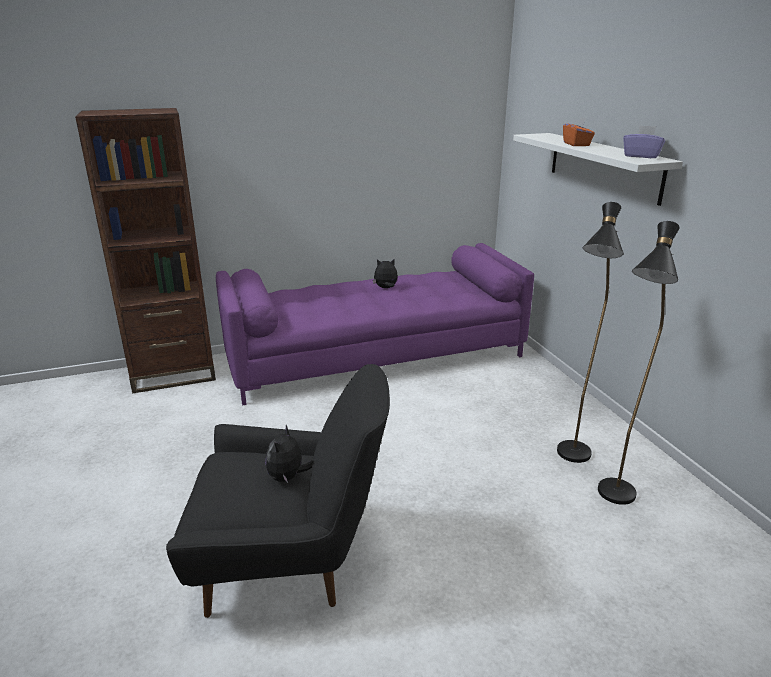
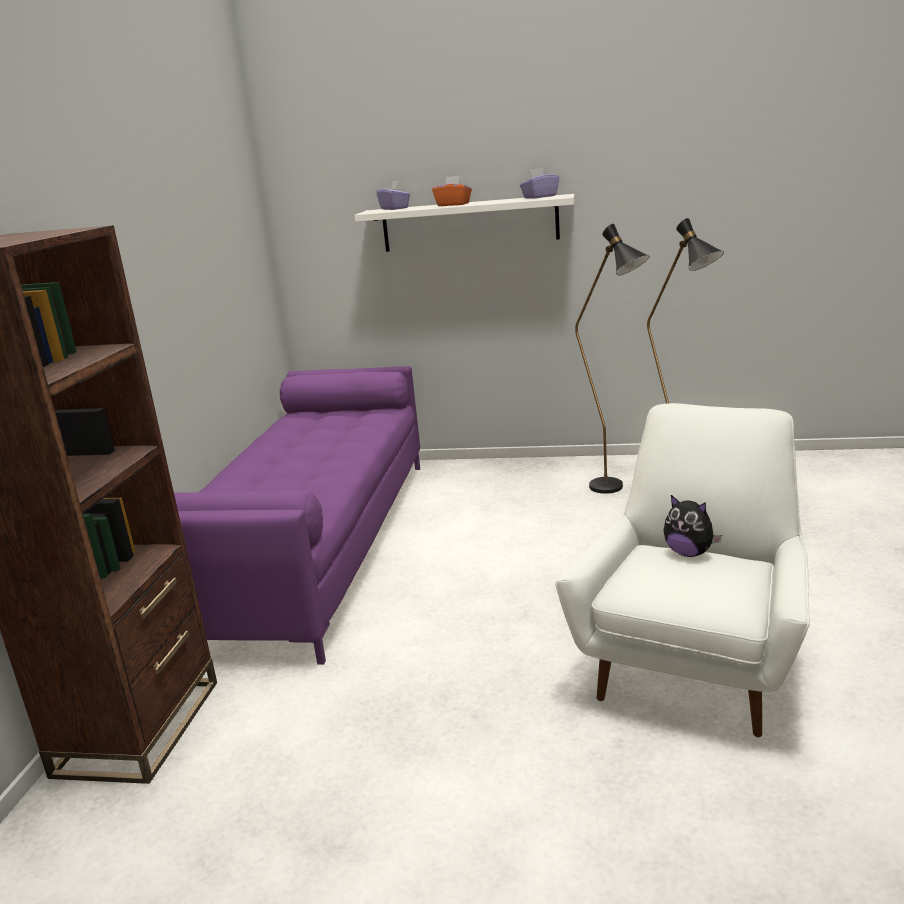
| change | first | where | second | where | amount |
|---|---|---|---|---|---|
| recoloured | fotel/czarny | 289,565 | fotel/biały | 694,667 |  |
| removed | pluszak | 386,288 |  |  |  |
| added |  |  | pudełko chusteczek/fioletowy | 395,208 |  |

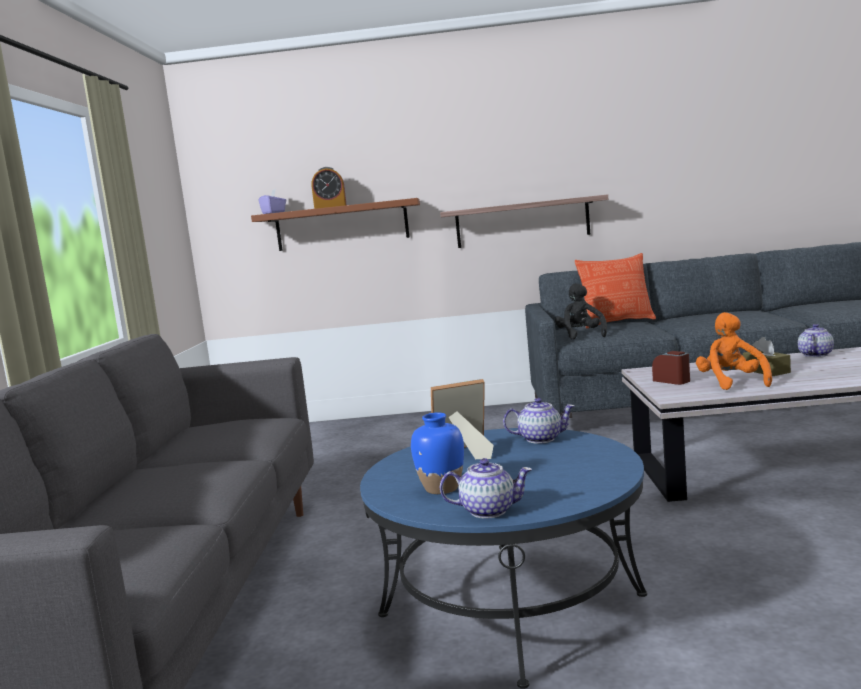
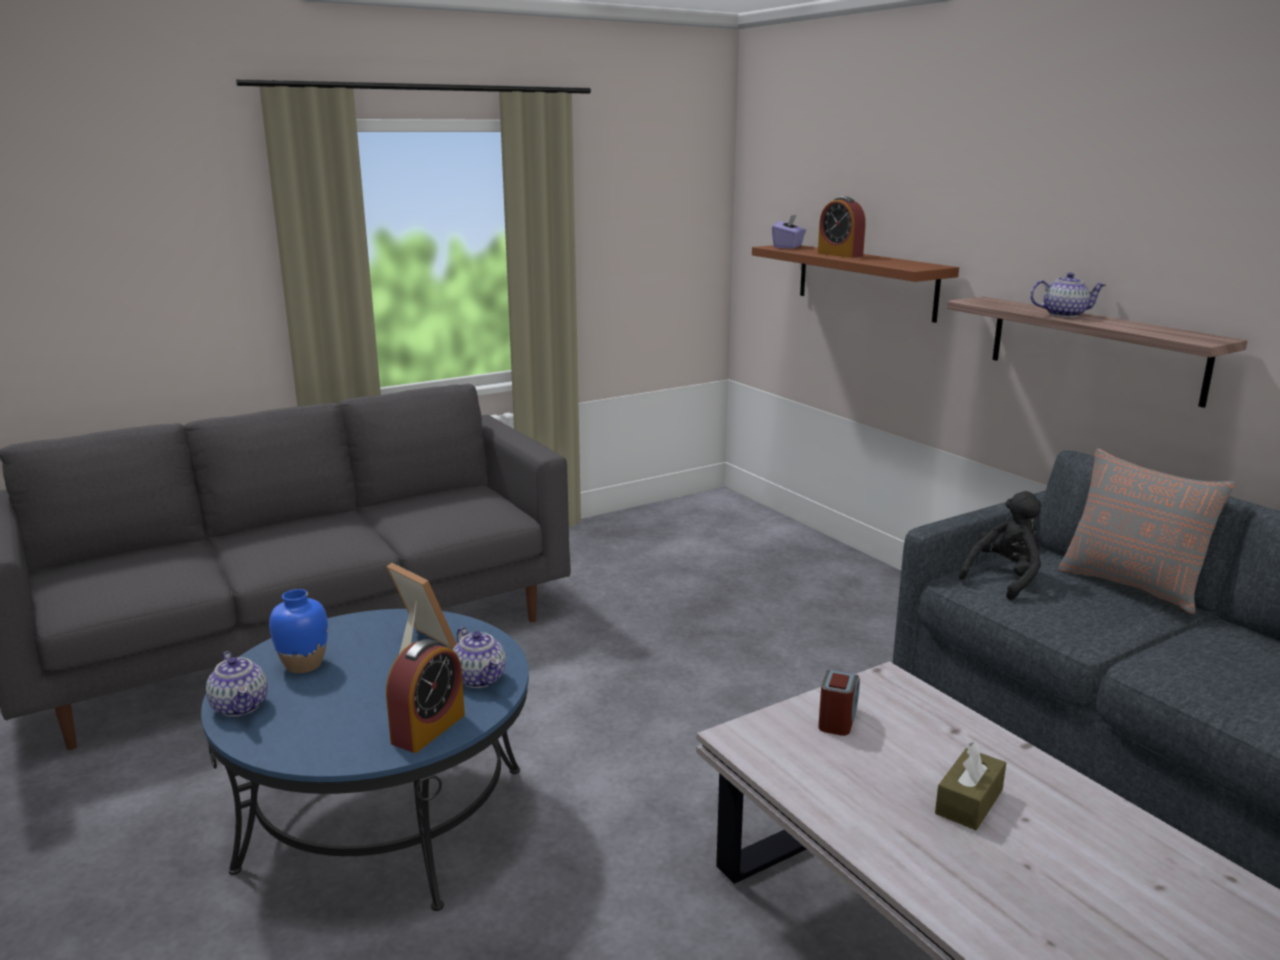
| change | first | where | second | where | amount |
|---|---|---|---|---|---|
| recoloured | poduszka/pomarańczowy | 617,323 | poduszka/szary | 1131,586 |  |
| removed | pluszak/pomarańczowy | 731,383 |  |  |  |
| moved | imbryk | 815,355 |  | 1064,314 |  |
| added |  |  | budzik | 428,728 |  |

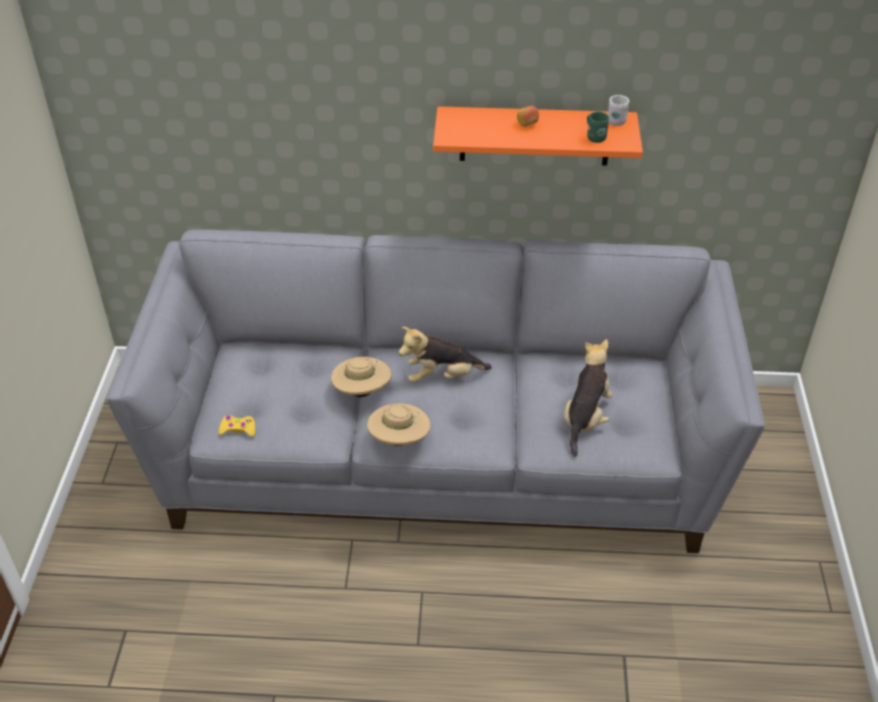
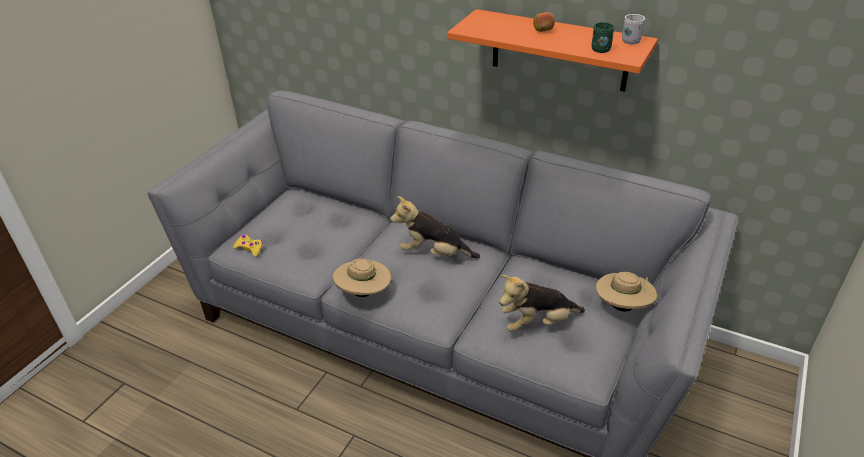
| change | first | where | second | where | amount |
|---|---|---|---|---|---|
| moved | kapelusz/beżowy | 362,391 |  | 622,306 |  |
| turned | pluszak | 585,418 |  | 537,323 | 150 degrees counterclockwise |

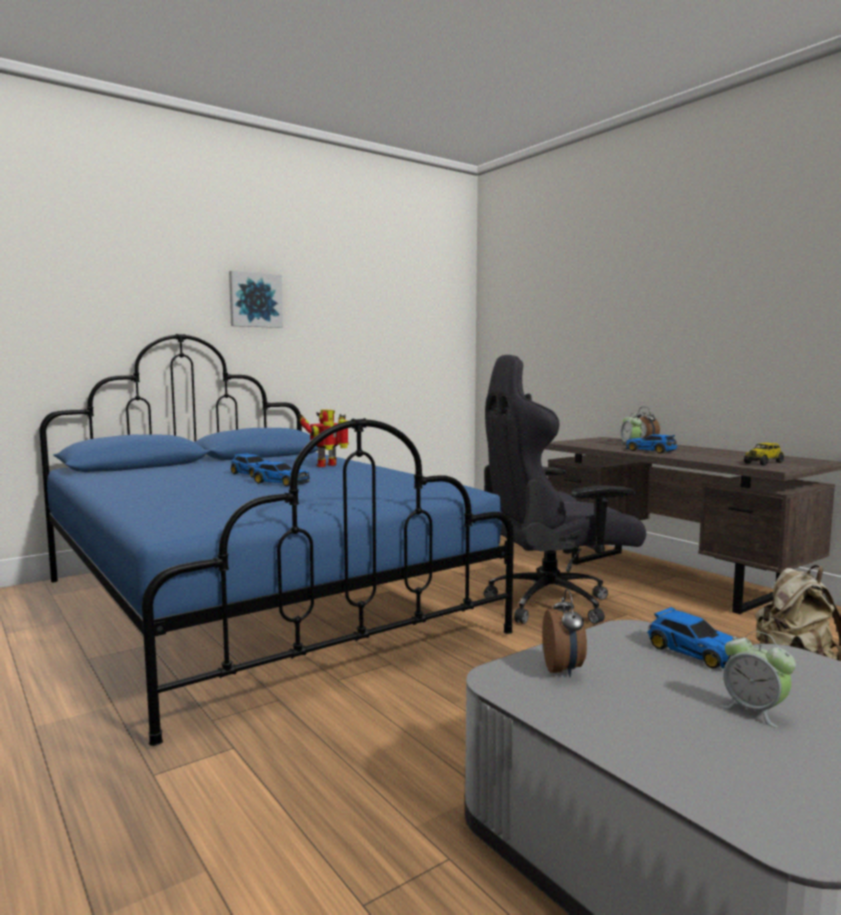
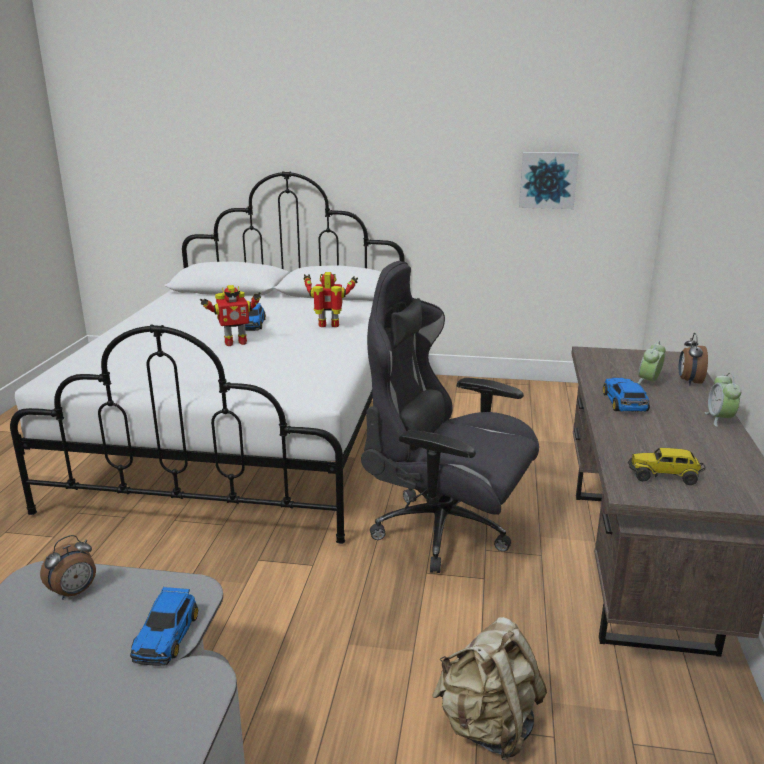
| change | first | where | second | where | amount |
|---|---|---|---|---|---|
| recoloured | łóżko/niebieski | 257,605 | łóżko/biały | 252,432 |  |
| moved | obraz | 255,300 |  | 548,180 |  |
| replaced | samochodzik | 280,483 | robot zabawkowy | 235,342 |  |
| moved | budzik | 754,711 |  | 719,419 |  |

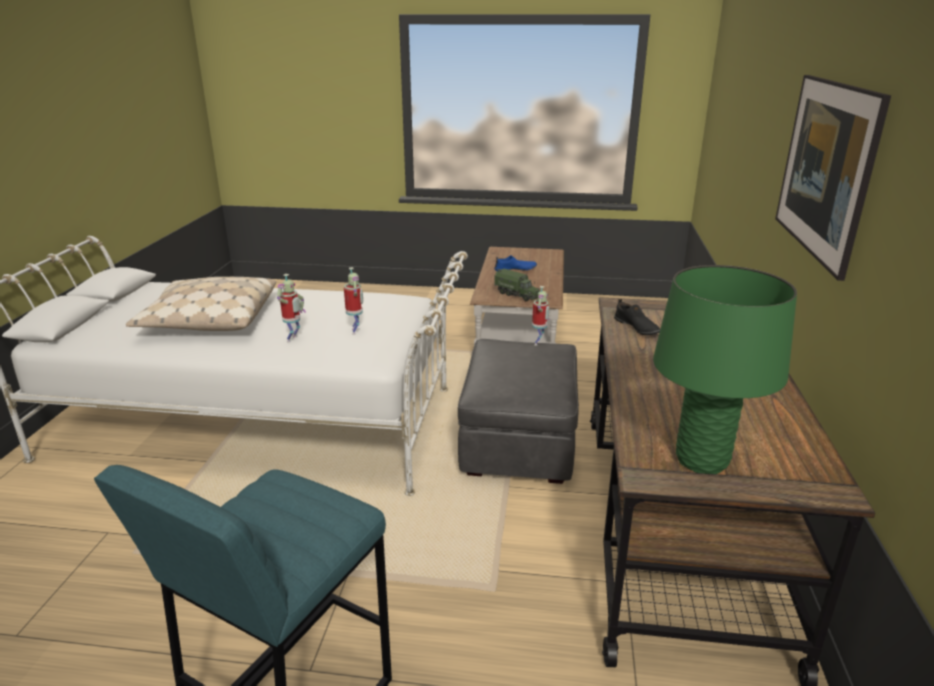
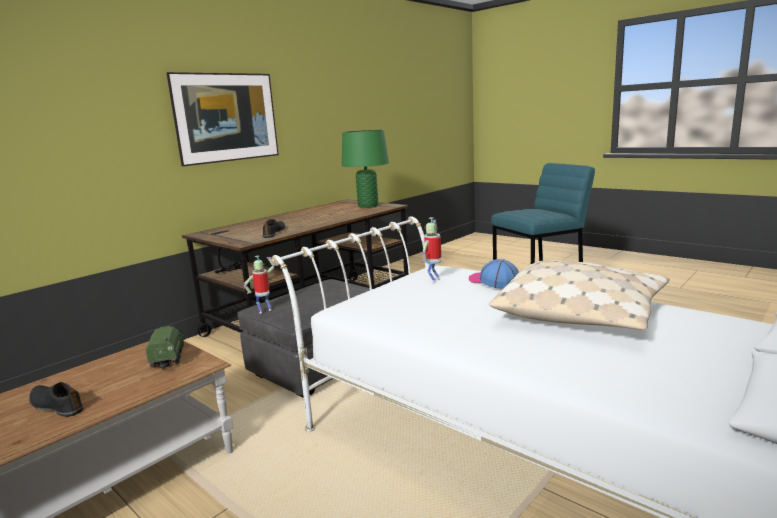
| change | first | where | second | where | amount |
|---|---|---|---|---|---|
| replaced | robot zabawkowy | 294,339 | czapka z daszkiem | 493,281 |  |
| recoloured | but/niebieski | 515,269 | but/czarny | 57,405 |  |

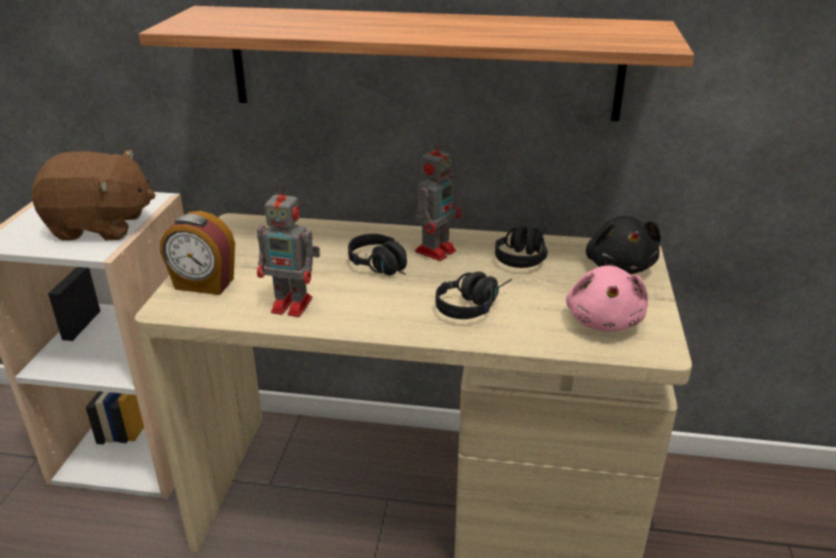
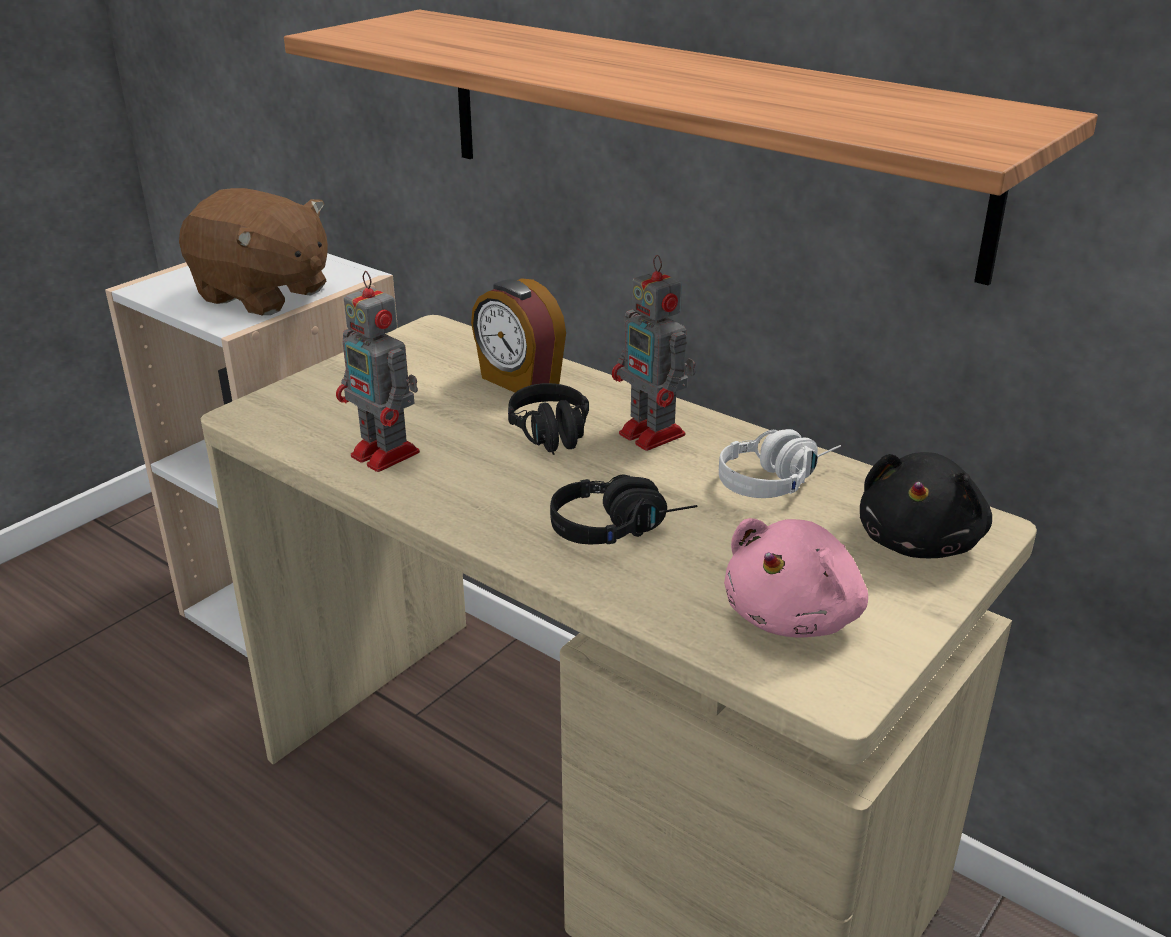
| change | first | where | second | where | amount |
|---|---|---|---|---|---|
| moved | budzik | 203,284 |  | 519,381 |  |
| turned | robot zabawkowy | 436,250 |  | 654,435 | 75 degrees clockwise |
| recoloured | słuchawki/czarny | 523,255 | słuchawki/biały | 777,479 |  |

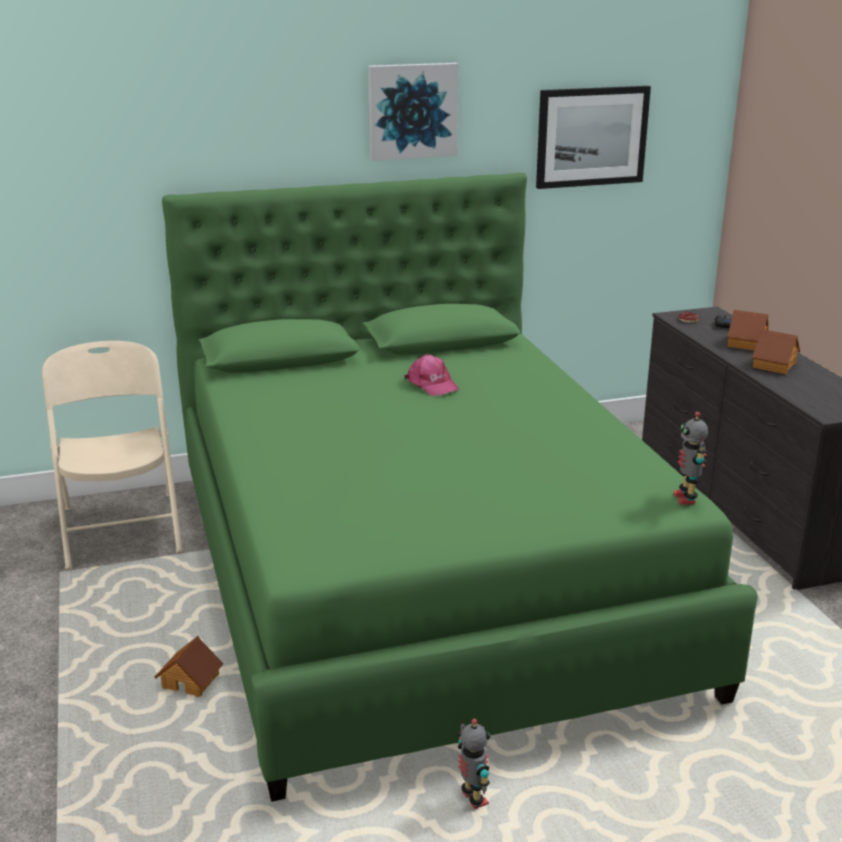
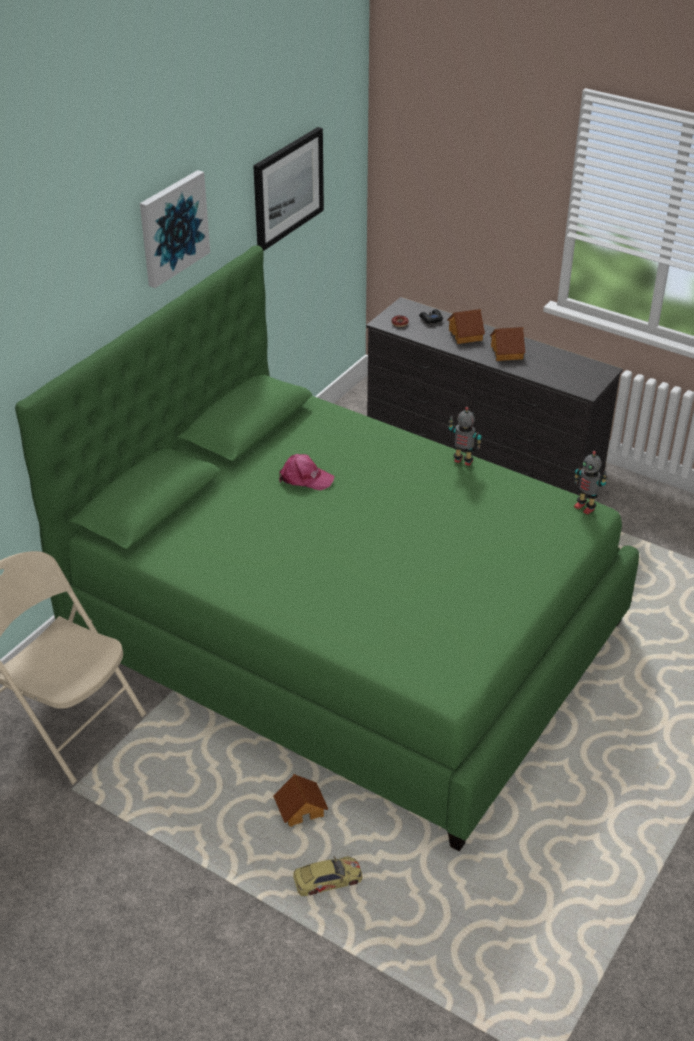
| change | first | where | second | where | amount |
|---|---|---|---|---|---|
| moved | robot zabawkowy | 473,800 |  | 463,461 |  |
| added |  |  | samochodzik | 328,879 |  |

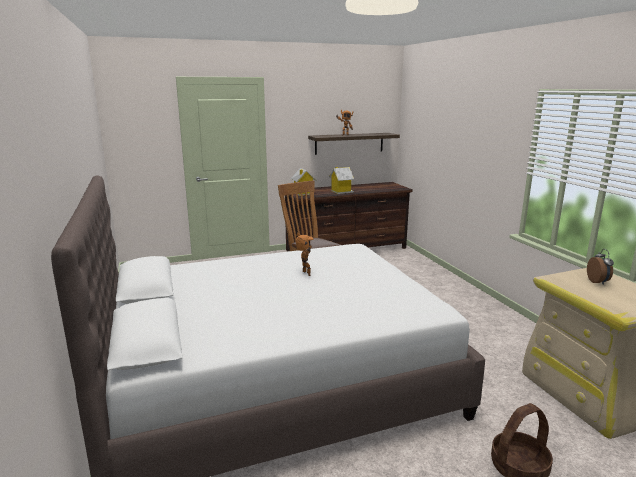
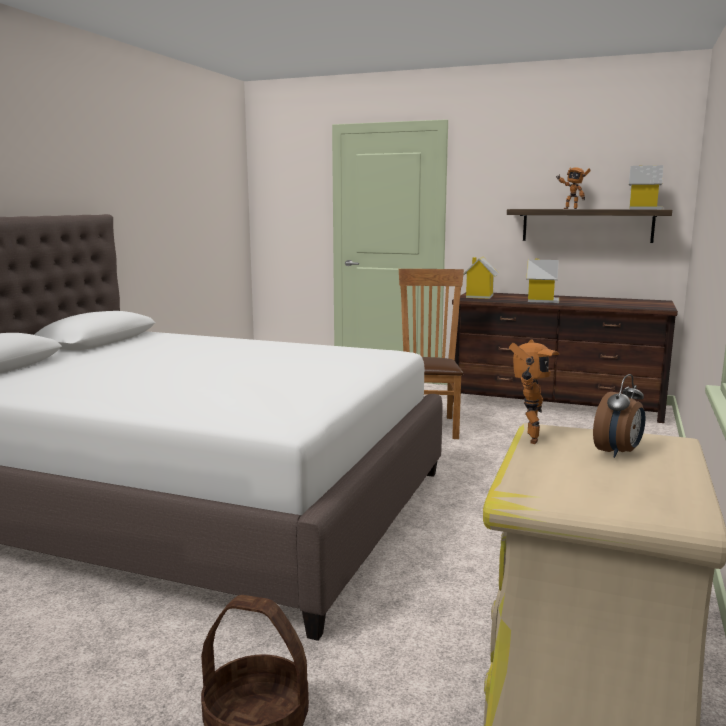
| change | first | where | second | where | amount |
|---|---|---|---|---|---|
| moved | robot zabawkowy | 305,274 |  | 527,438 |  |
| added |  |  | domek | 643,209 |  |

